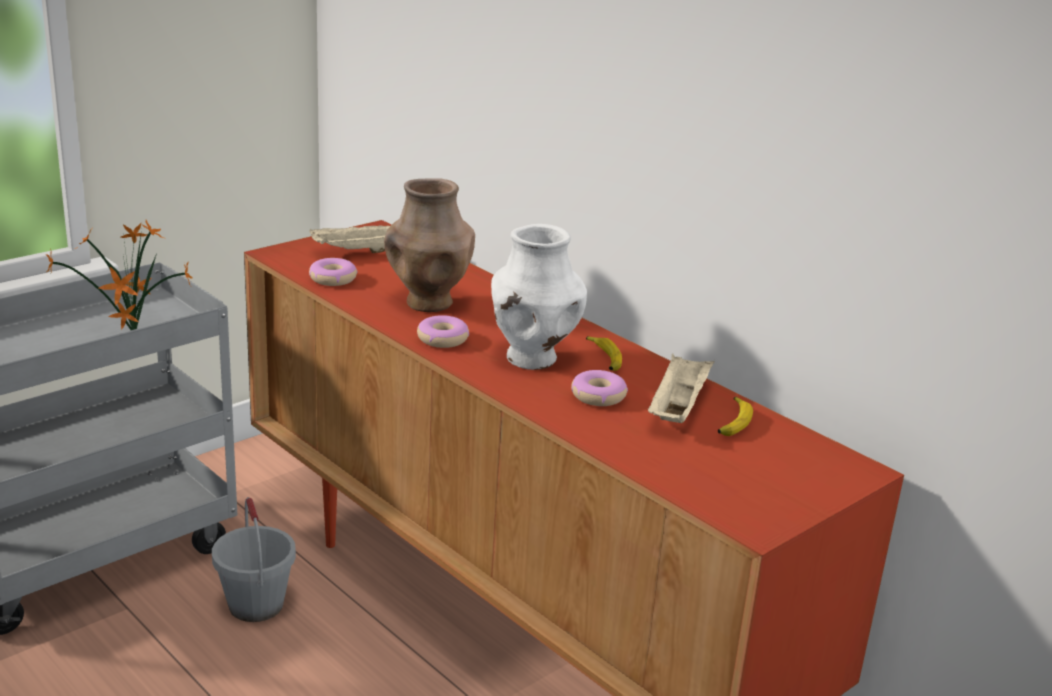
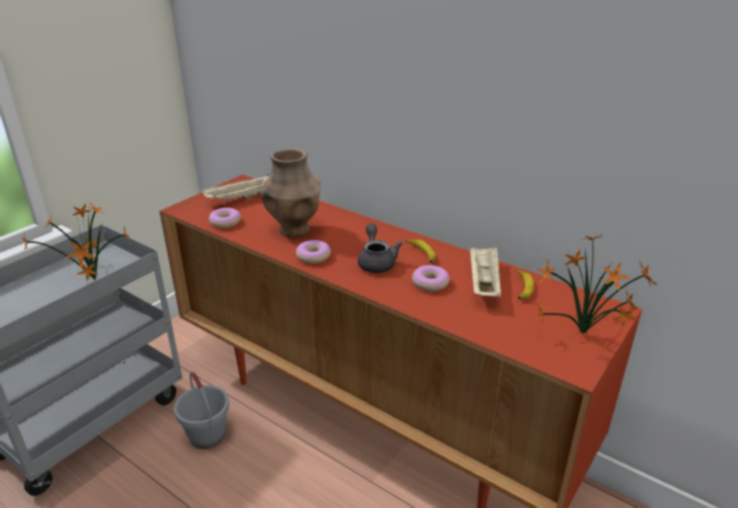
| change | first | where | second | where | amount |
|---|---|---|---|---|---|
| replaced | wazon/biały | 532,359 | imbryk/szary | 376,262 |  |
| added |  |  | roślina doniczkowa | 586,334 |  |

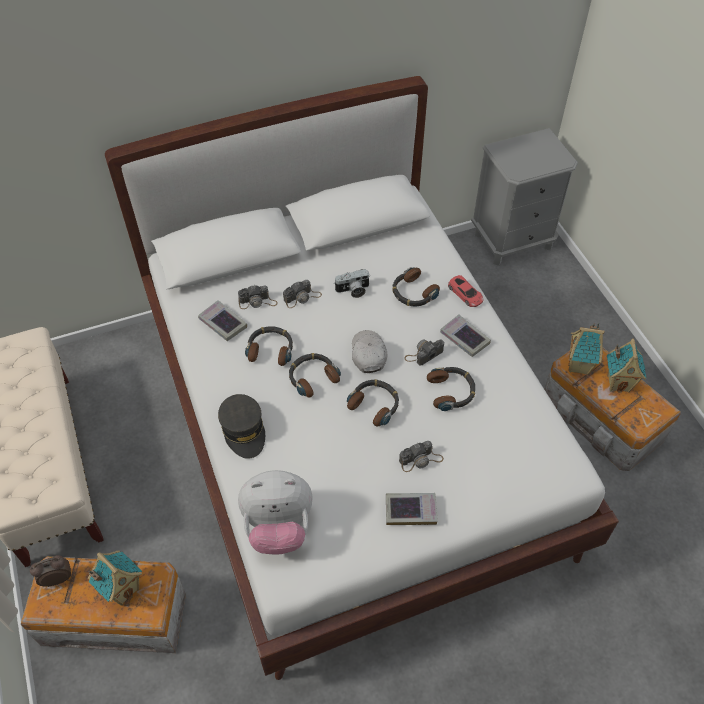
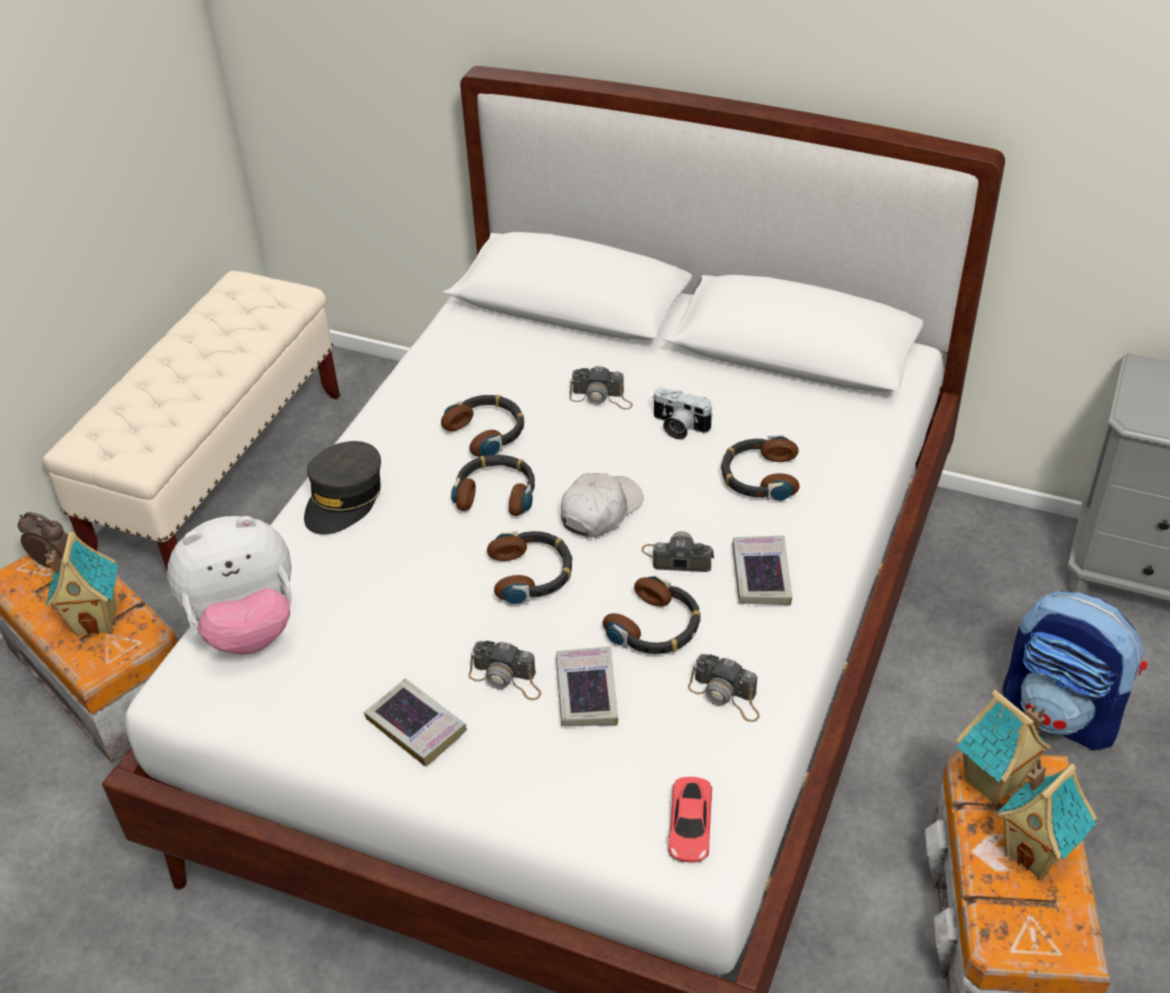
| change | first | where | second | where | amount |
|---|---|---|---|---|---|
| moved | książka | 223,323 |  | 586,692 |  |
| moved | aparat fotograficzny | 257,302 |  | 726,696 |  |
| turned | pluszak | 278,527 |  | 246,627 | 60 degrees counterclockwise |
| moved | samochodzik/czerwony | 465,294 |  | 690,824 |  |
| added |  |  | plecak | 1061,714 |  |

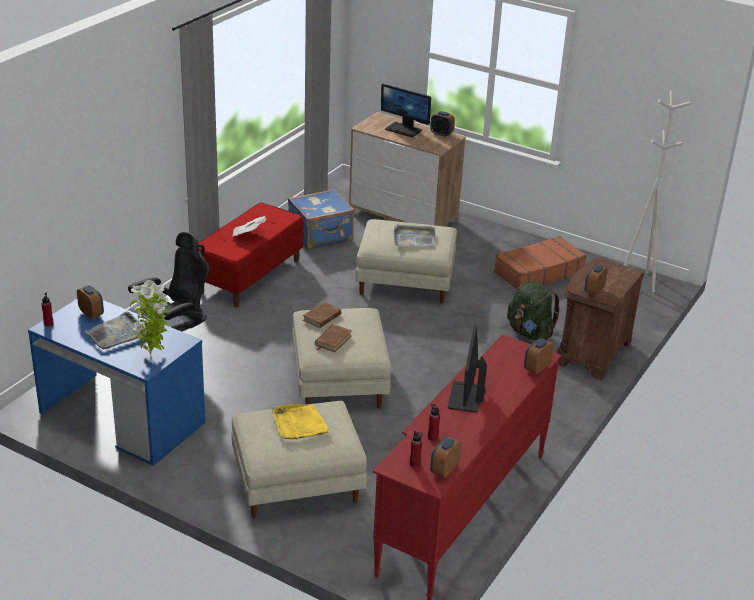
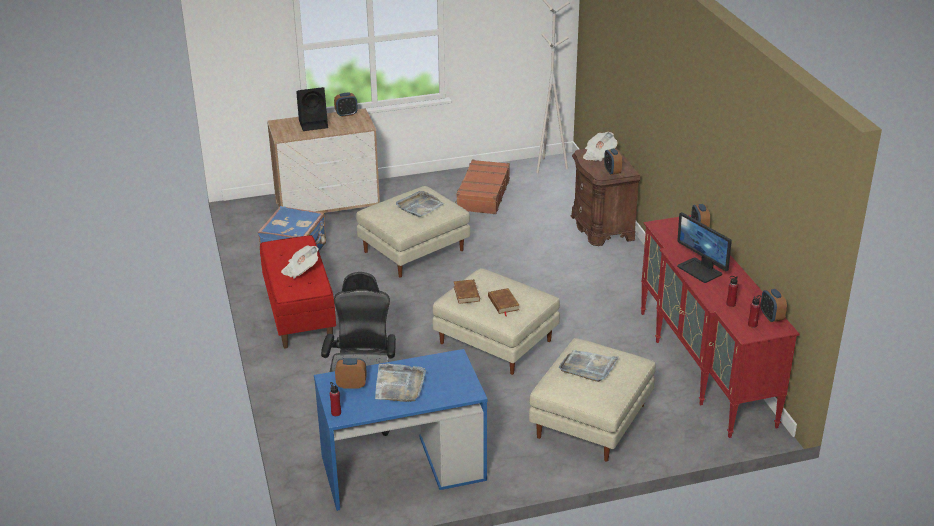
| change | first | where | second | where | amount |
|---|---|---|---|---|---|
| removed | roślina doniczkowa | 152,354 |  |  |  |
| recoloured | taca/żółty | 299,424 | taca/szary | 588,367 |  |
| replaced | monitor | 404,129 | głośnik/czarny | 314,124 |  |
| removed | plecak/zielony | 530,333 |  |  |  |
| added |  |  | gazeta | 598,155 |  |

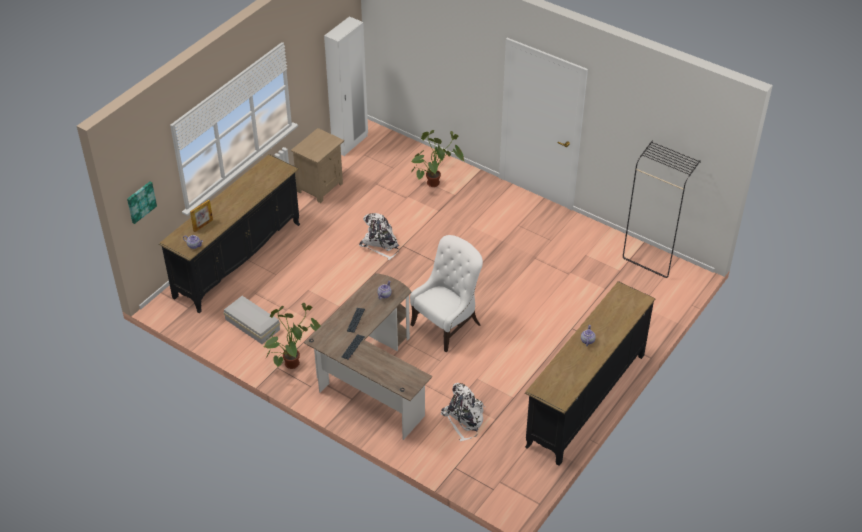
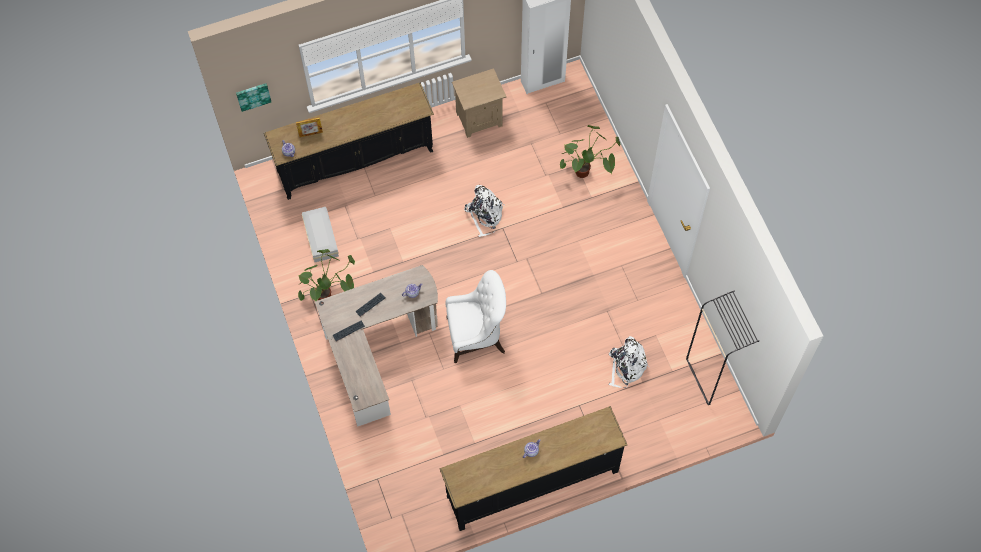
| change | first | where | second | where | amount |
|---|---|---|---|---|---|
| moved | plecak/biały | 464,419 |  | 626,367 |  |

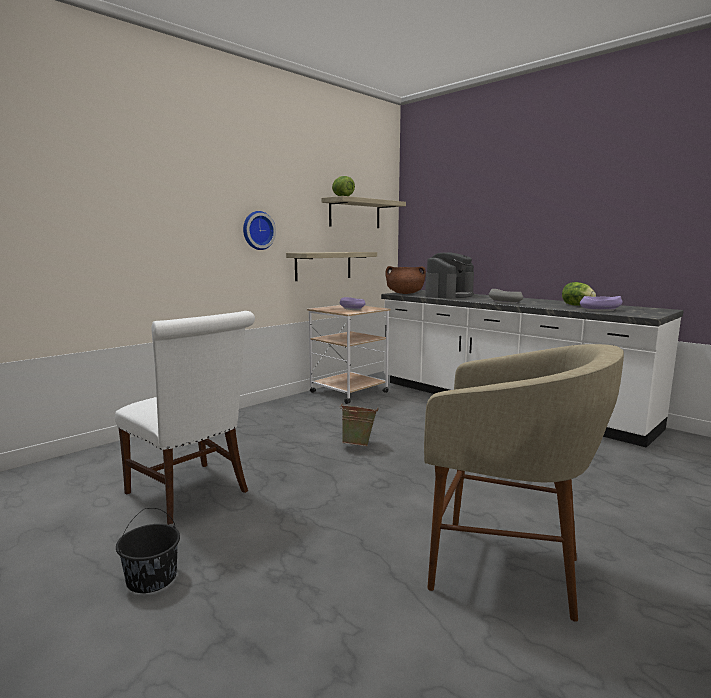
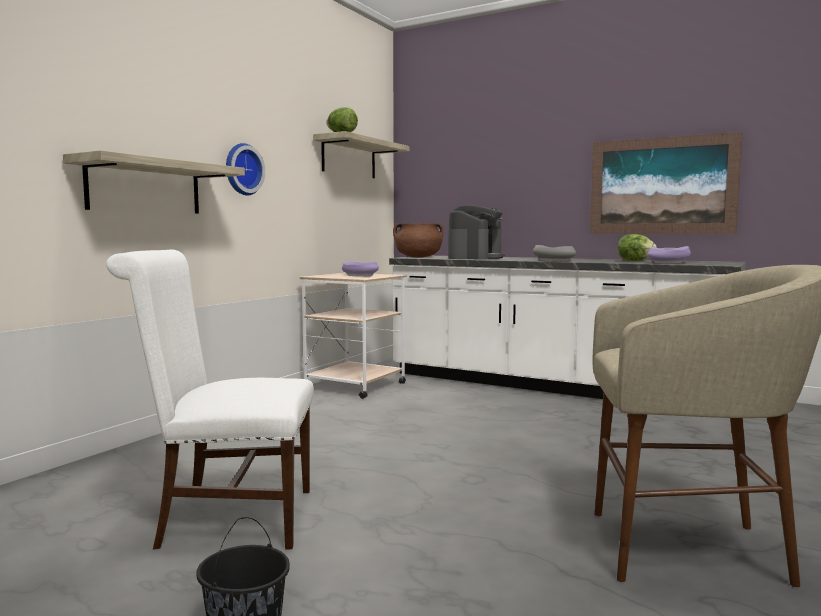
| change | first | where | second | where | amount |
|---|---|---|---|---|---|
| turned | krzesło/biały | 192,494 |  | 227,518 | 150 degrees clockwise |
| moved | półka | 323,265 |  | 145,187 |  |
| removed | wiadro/zielony | 358,445 |  |  |  |
| added |  |  | obraz | 661,186 |  |

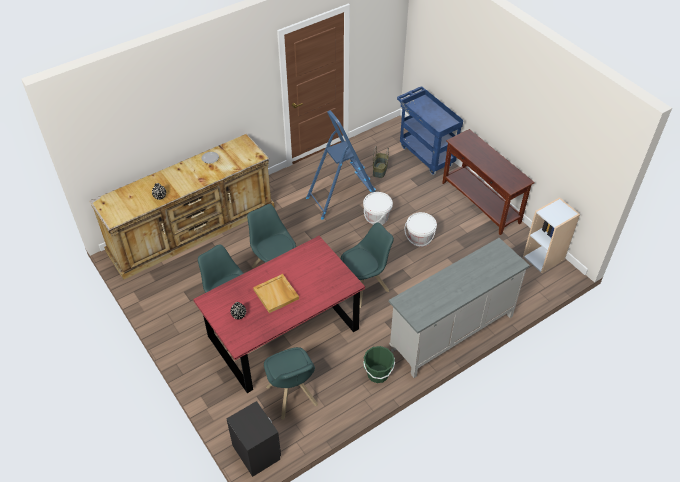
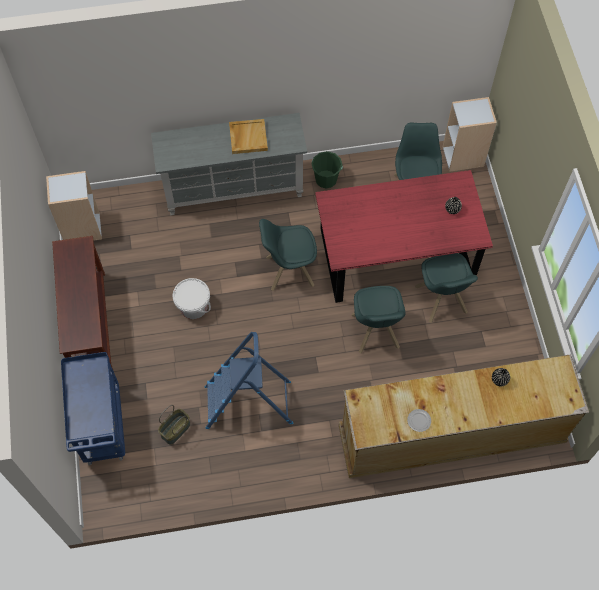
| change | first | where | second | where | amount |
|---|---|---|---|---|---|
| replaced | szafka nocna/czarny | 256,452 | regał | 463,156 |  |
| moved | taca/beżowy | 276,294 |  | 248,137 |  |
| removed | wiadro/biały | 377,217 |  |  |  |

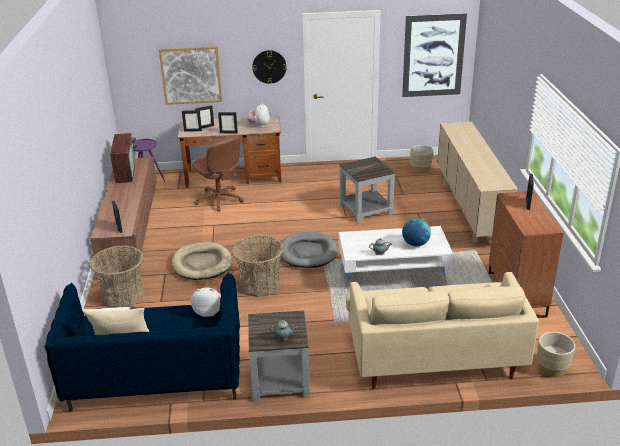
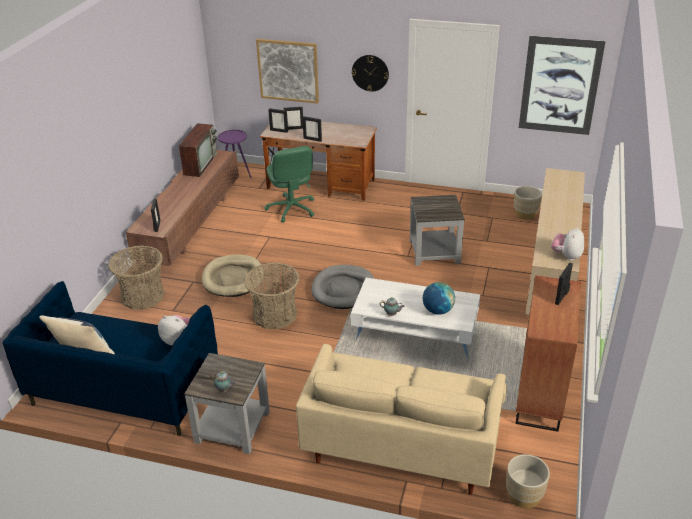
| change | first | where | second | where | amount |
|---|---|---|---|---|---|
| recoloured | krzesło biurowe/brązowy | 219,199 | krzesło biurowe/zielony | 291,209 |  |
| moved | pluszak | 259,125 |  | 566,256 |  |

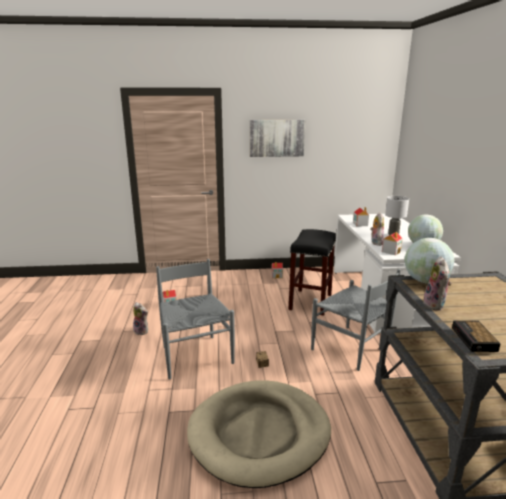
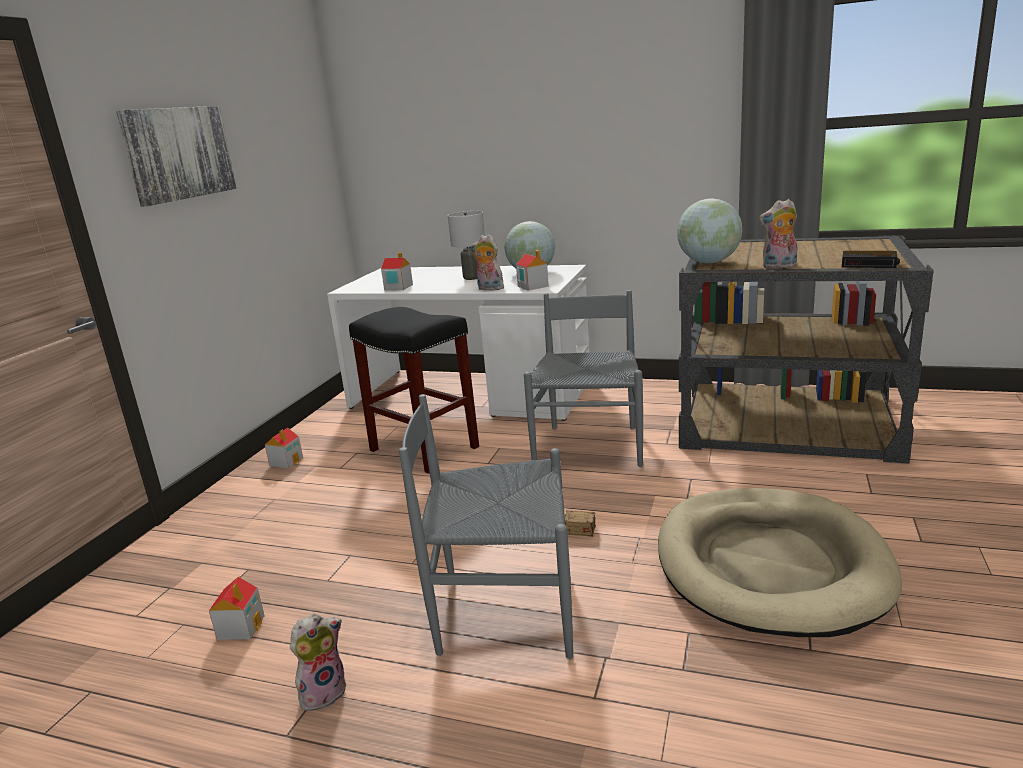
| change | first | where | second | where | amount |
|---|---|---|---|---|---|
| turned | krzesło/szary | 351,349 |  | 590,446 | 60 degrees counterclockwise |
| turned | pluszak | 435,305 |  | 779,267 | 150 degrees clockwise |

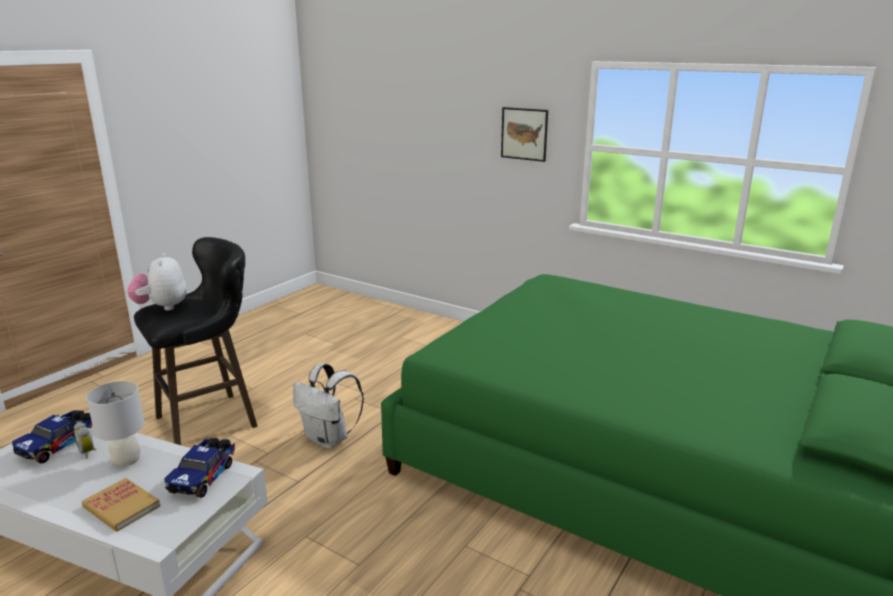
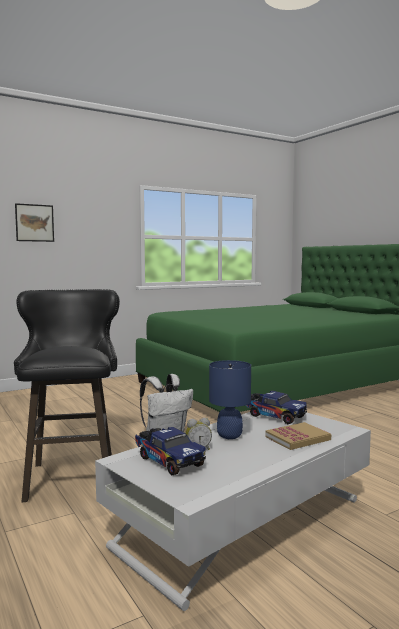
| change | first | where | second | where | amount |
|---|---|---|---|---|---|
| recoloured | lampa stołowa/szary | 127,461 | lampa stołowa/niebieski | 228,436 |  |
| removed | pluszak | 162,307 |  |  |  |
| moved | obraz | 524,134 |  | 34,223 |  |

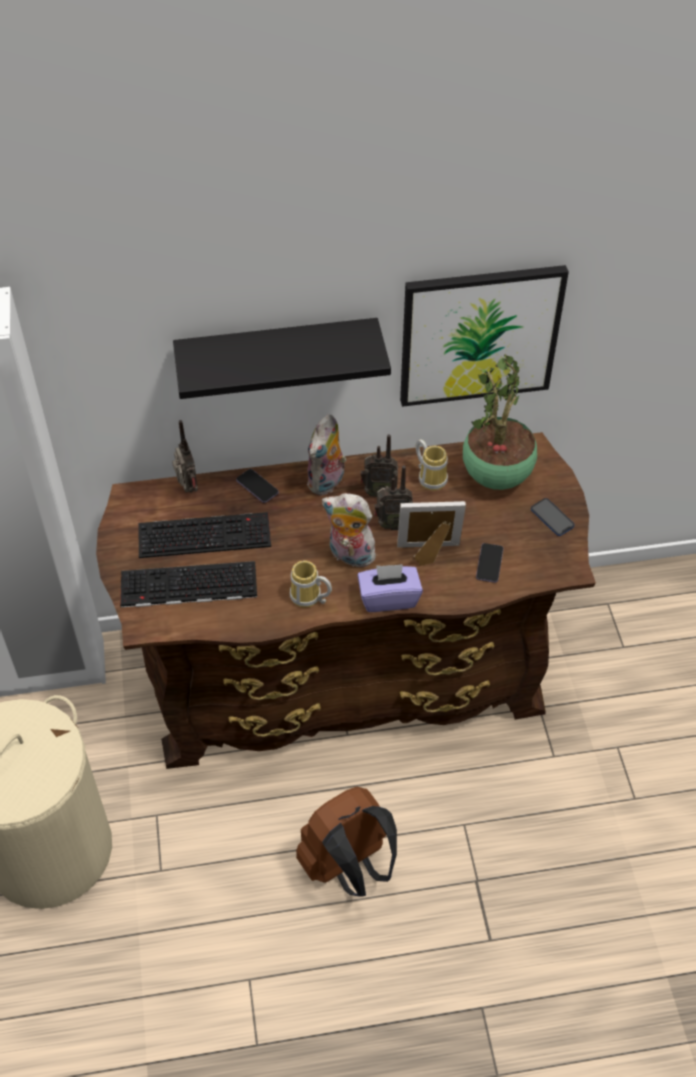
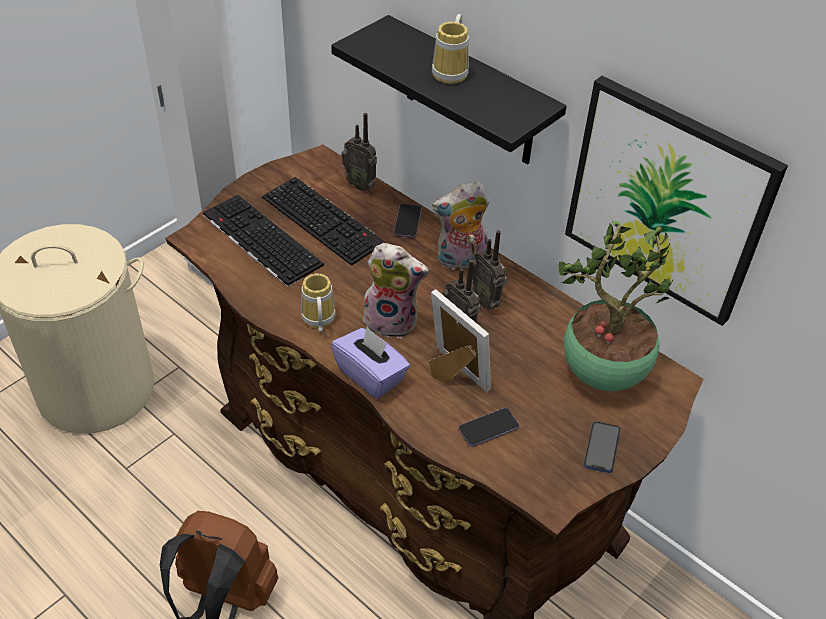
| change | first | where | second | where | amount |
|---|---|---|---|---|---|
| turned | radio | 187,489 |  | 361,184 | 90 degrees clockwise |
| turned | pluszak | 349,556 |  | 393,321 | 120 degrees clockwise |
| moved | kubek | 431,477 |  | 453,72 |  |

